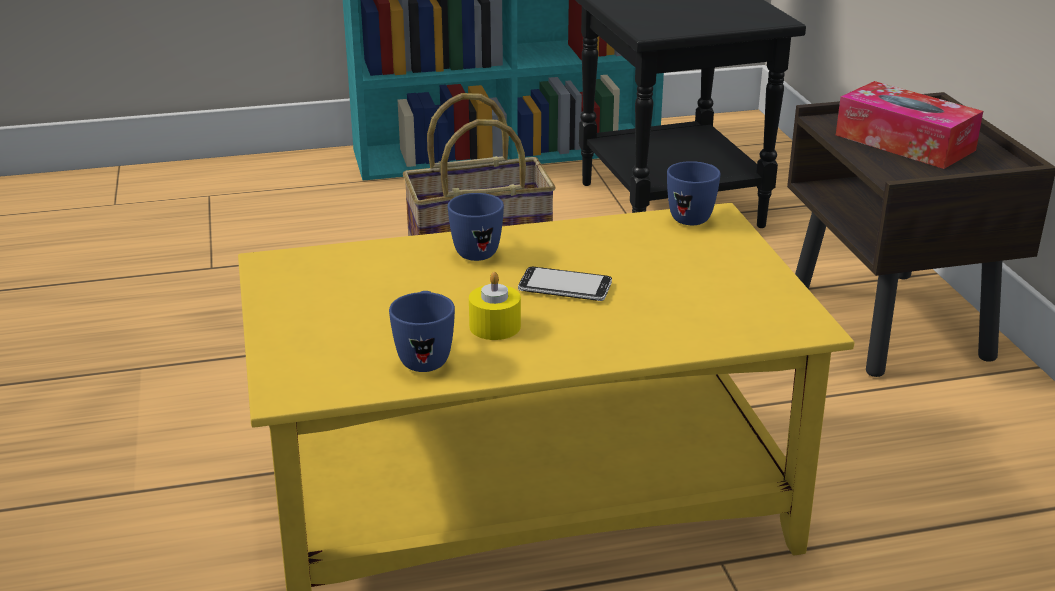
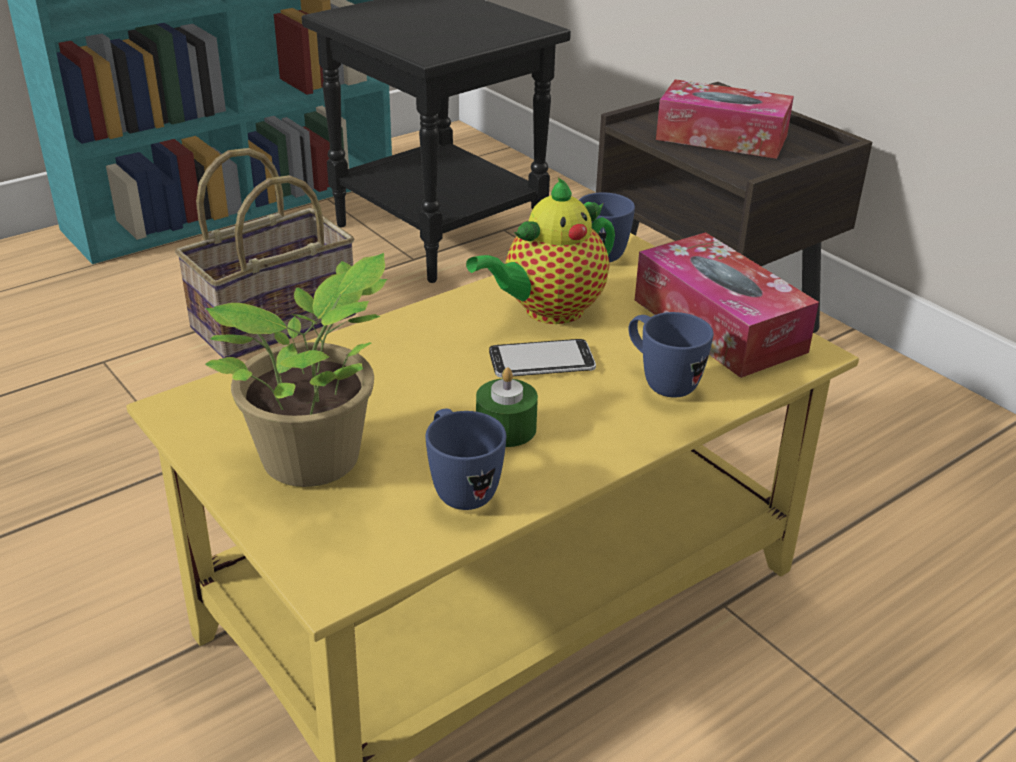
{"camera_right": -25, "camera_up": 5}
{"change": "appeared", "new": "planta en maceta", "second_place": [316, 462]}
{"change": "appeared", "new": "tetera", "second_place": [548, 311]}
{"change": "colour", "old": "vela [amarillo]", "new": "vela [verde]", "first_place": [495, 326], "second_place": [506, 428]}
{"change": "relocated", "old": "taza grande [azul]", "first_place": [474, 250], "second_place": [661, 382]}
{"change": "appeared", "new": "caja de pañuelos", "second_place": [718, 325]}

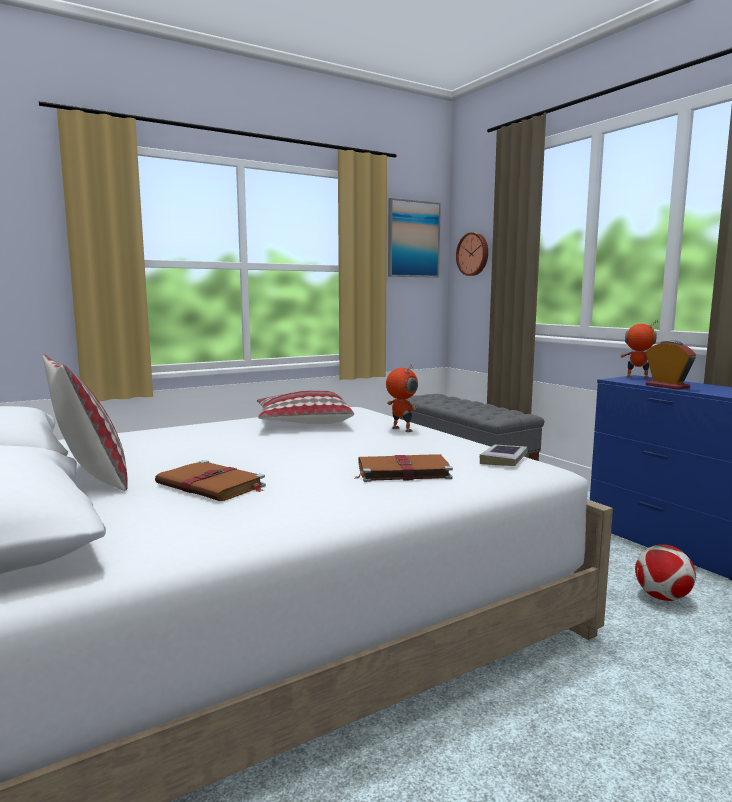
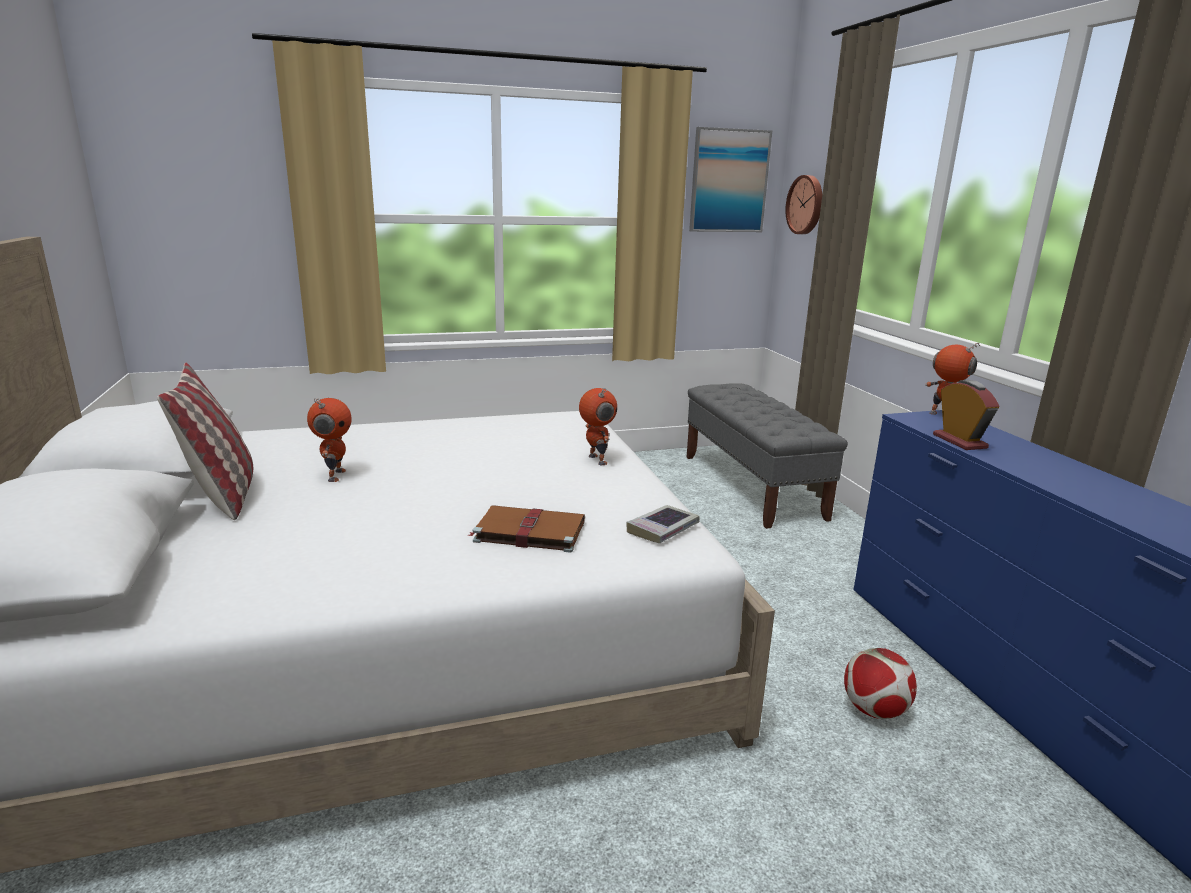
{"camera_right": 15, "camera_up": 10}
{"change": "appeared", "new": "robot de juguete", "second_place": [335, 475]}
{"change": "missing", "old": "libro [marrón]", "first_place": [212, 485]}
{"change": "missing", "old": "cojín", "first_place": [302, 422]}

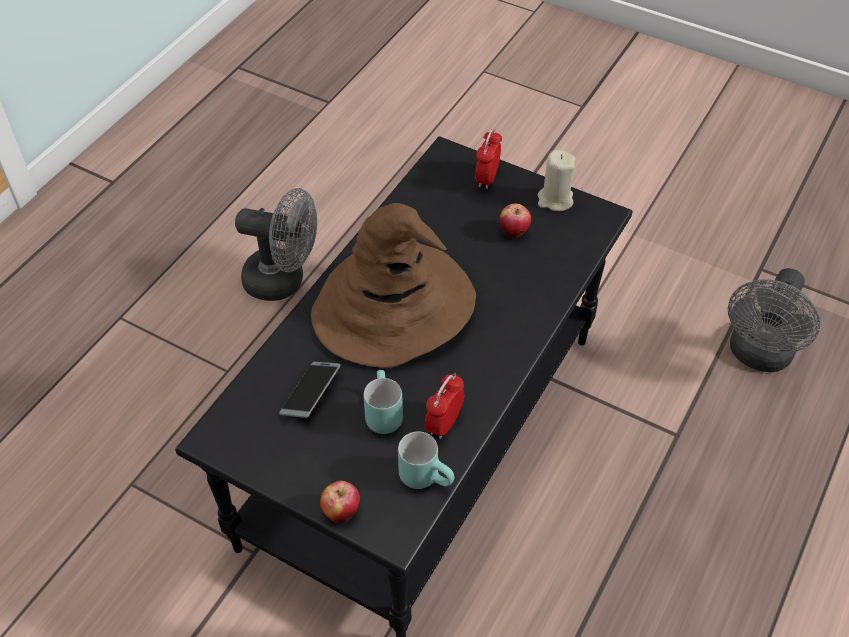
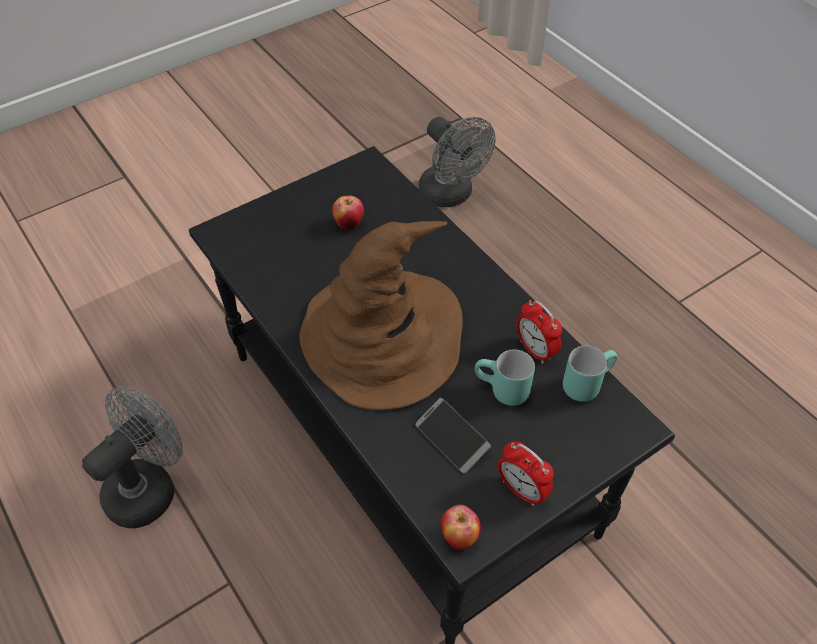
{"camera_right": -65, "camera_up": 0}
{"change": "relocated", "old": "manzana", "first_place": [341, 511], "second_place": [459, 537]}
{"change": "relocated", "old": "despertador", "first_place": [487, 178], "second_place": [521, 490]}
{"change": "missing", "old": "vela [beis]", "first_place": [555, 200]}

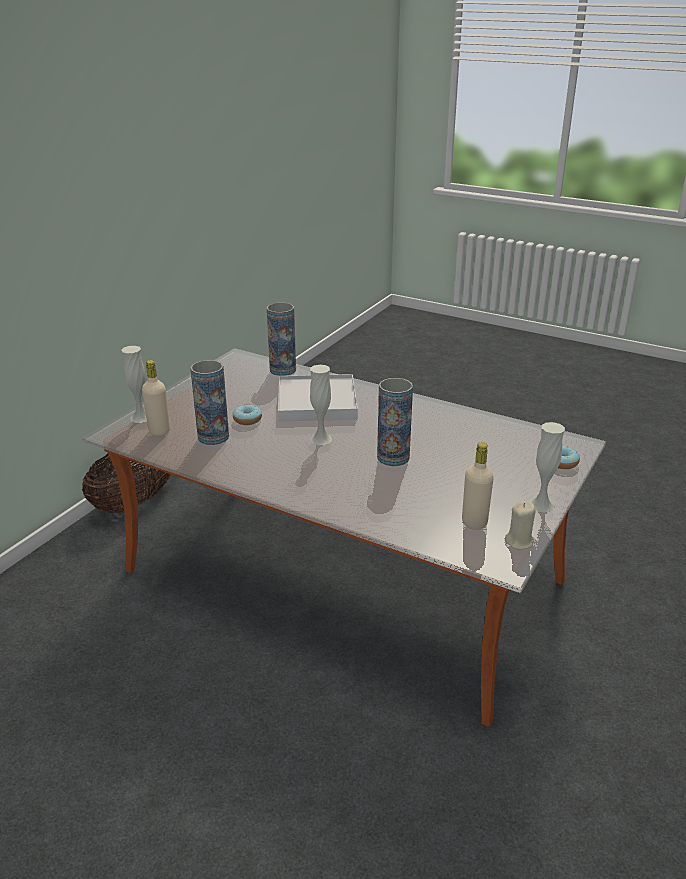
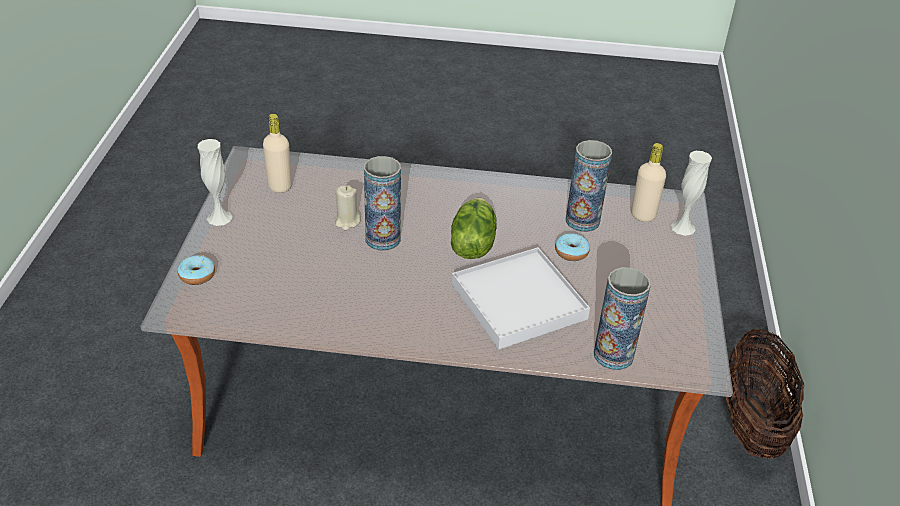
{"camera_right": 155, "camera_up": 10}
{"change": "relocated", "old": "vela [beis]", "first_place": [519, 541], "second_place": [347, 222]}
{"change": "exchanged", "old": "florero [blanco]", "new": "lechuga", "first_place": [321, 439], "second_place": [471, 245]}

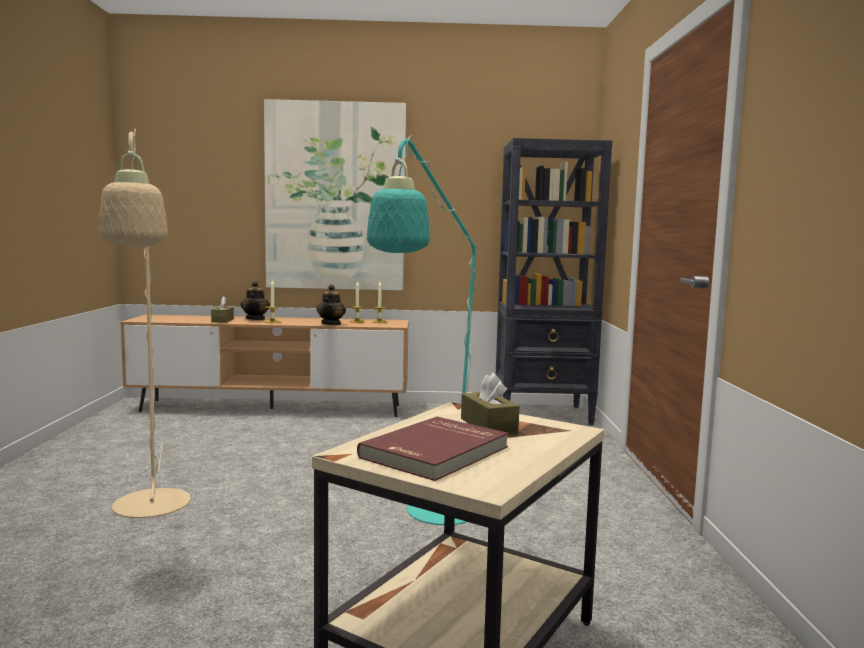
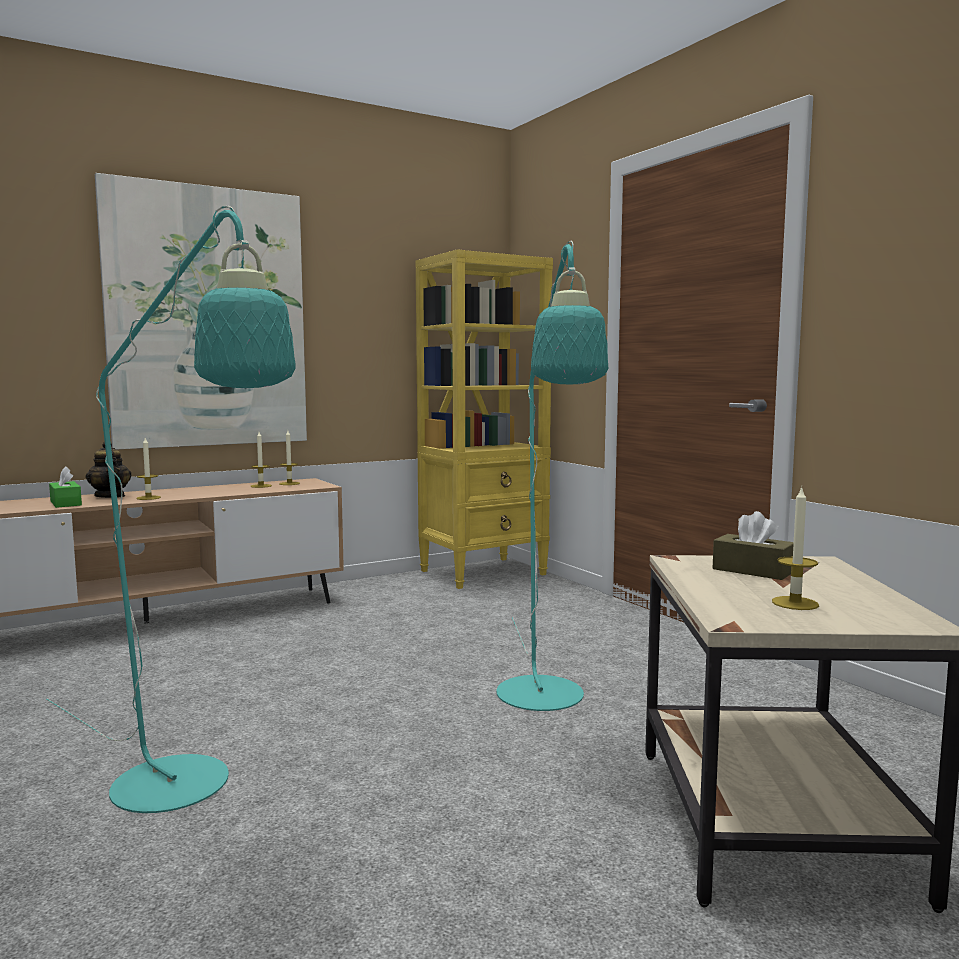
{"camera_right": -30, "camera_up": 0}
{"change": "colour", "old": "lámpara de pie [beis]", "new": "lámpara de pie [turquesa]", "first_place": [151, 510], "second_place": [187, 792]}
{"change": "colour", "old": "caja de pañuelos [marrón]", "new": "caja de pañuelos [verde]", "first_place": [222, 320], "second_place": [65, 503]}
{"change": "colour", "old": "estantería [negro]", "new": "estantería [amarillo]", "first_place": [543, 414], "second_place": [484, 572]}
{"change": "exchanged", "old": "libro [rojo]", "new": "vela", "first_place": [437, 453], "second_place": [795, 603]}
{"change": "missing", "old": "tetera", "first_place": [331, 324]}

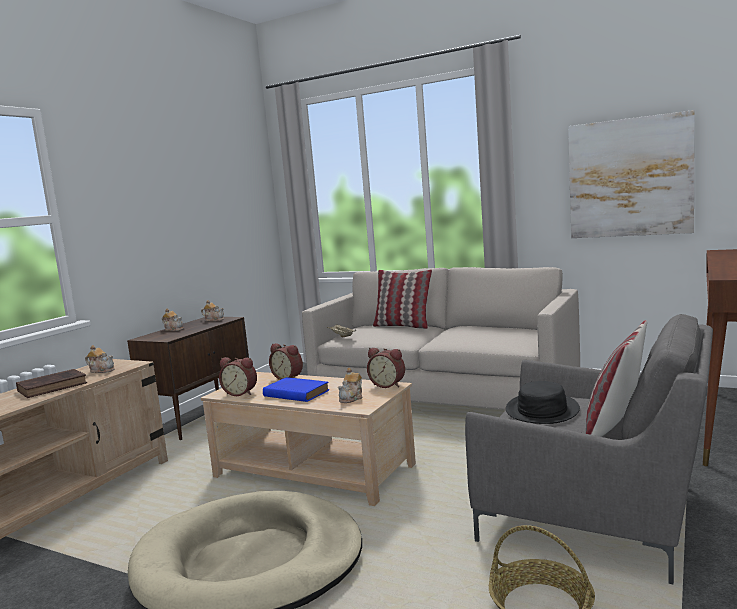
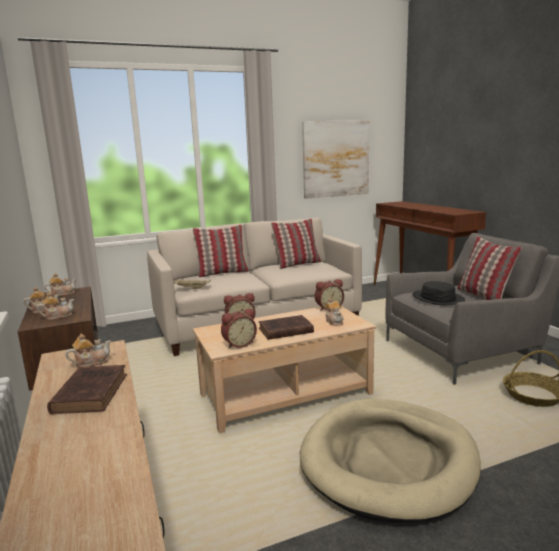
{"camera_right": -50, "camera_up": 5}
{"change": "appeared", "new": "tetera", "second_place": [58, 316]}
{"change": "colour", "old": "libro [azul]", "new": "libro [marrón]", "first_place": [295, 393], "second_place": [284, 331]}
{"change": "appeared", "new": "cojín", "second_place": [297, 264]}

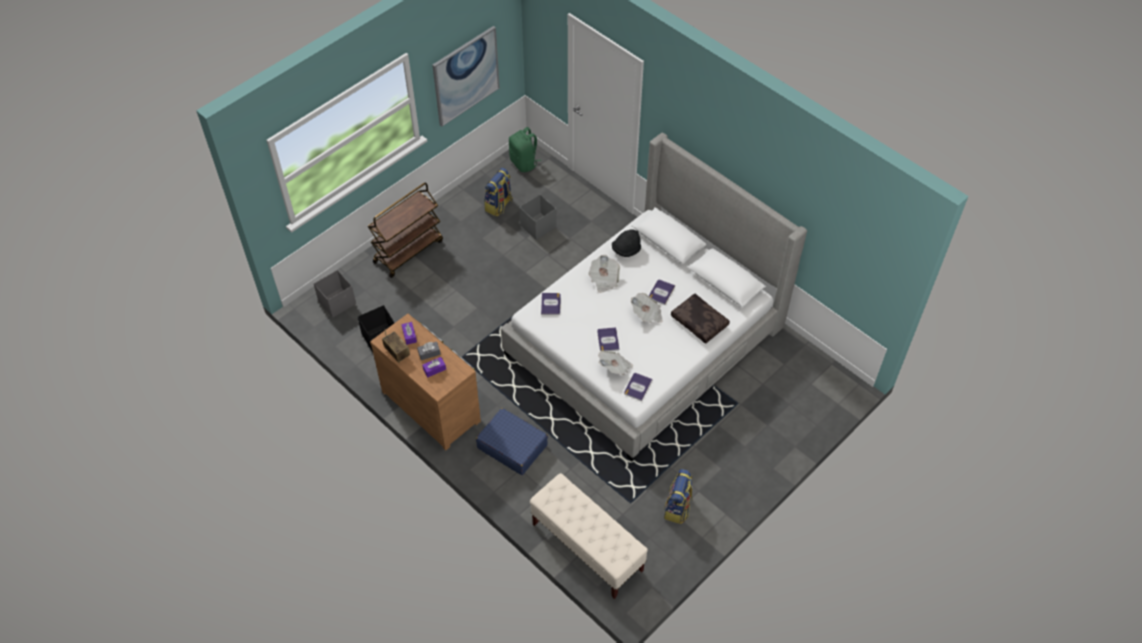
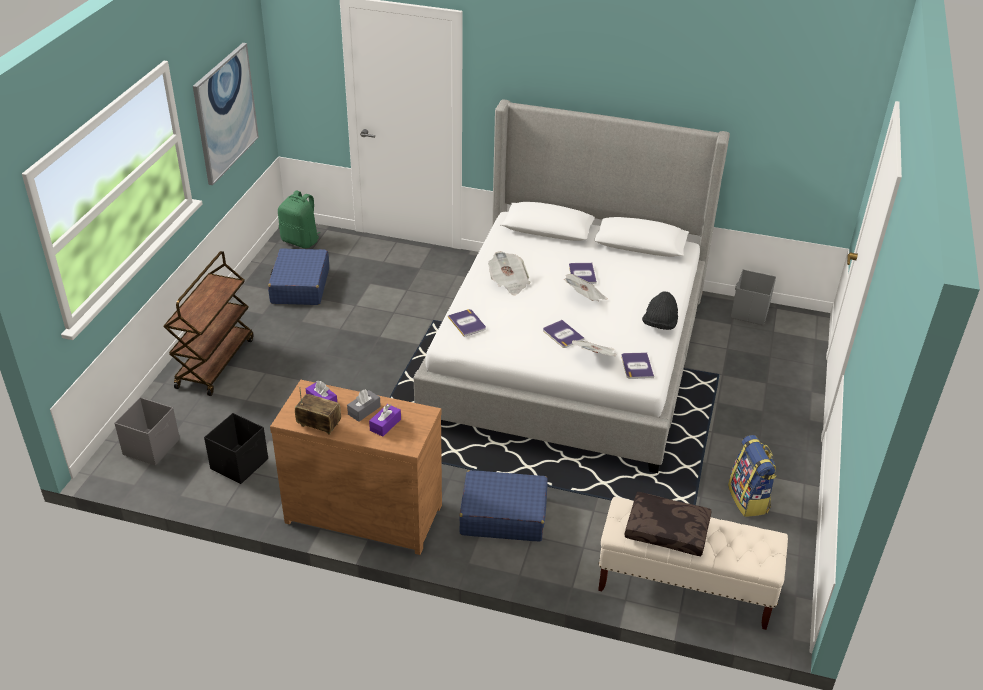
{"camera_right": -30, "camera_up": -15}
{"change": "exchanged", "old": "mochila", "new": "maleta [azul]", "first_place": [499, 206], "second_place": [300, 286]}
{"change": "relocated", "old": "cojín [marrón]", "first_place": [700, 322], "second_place": [668, 530]}
{"change": "relocated", "old": "sombrero [negro]", "first_place": [626, 250], "second_place": [659, 325]}
{"change": "relocated", "old": "caja de almacenaje [gris]", "first_place": [537, 226], "second_place": [749, 312]}

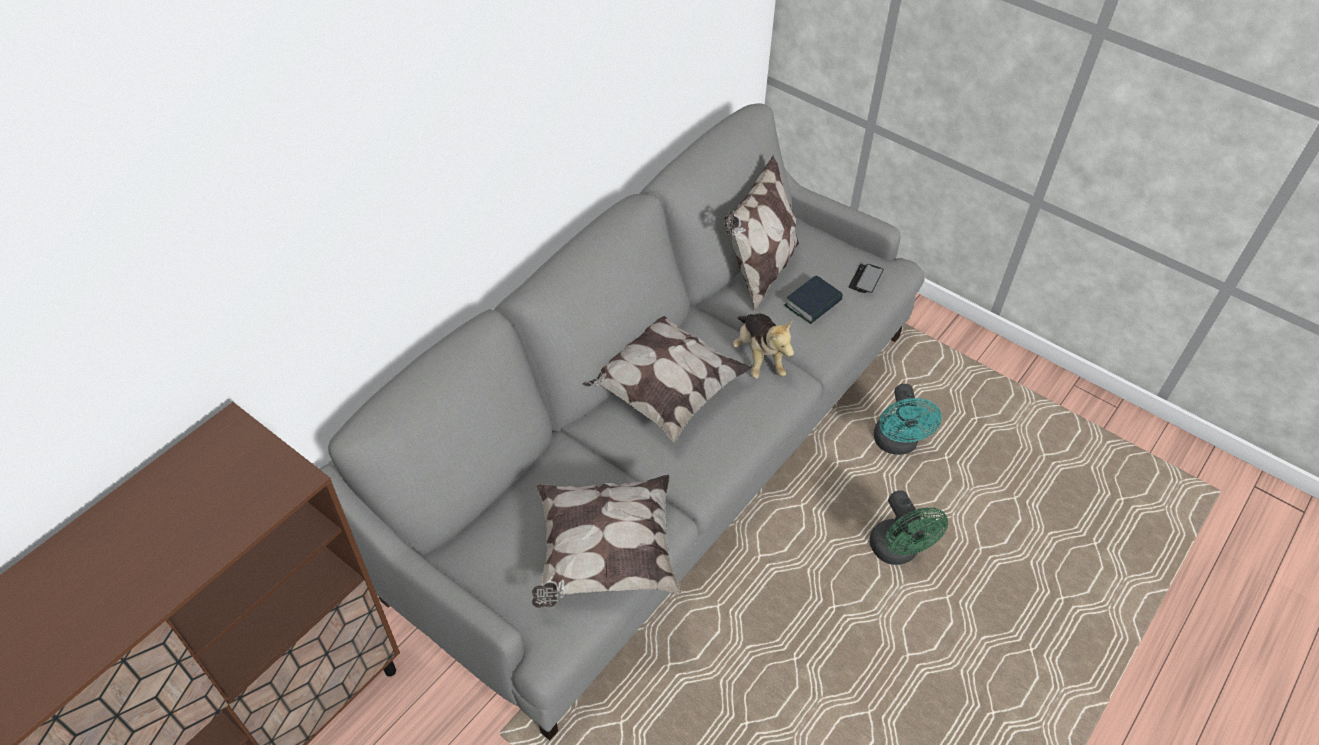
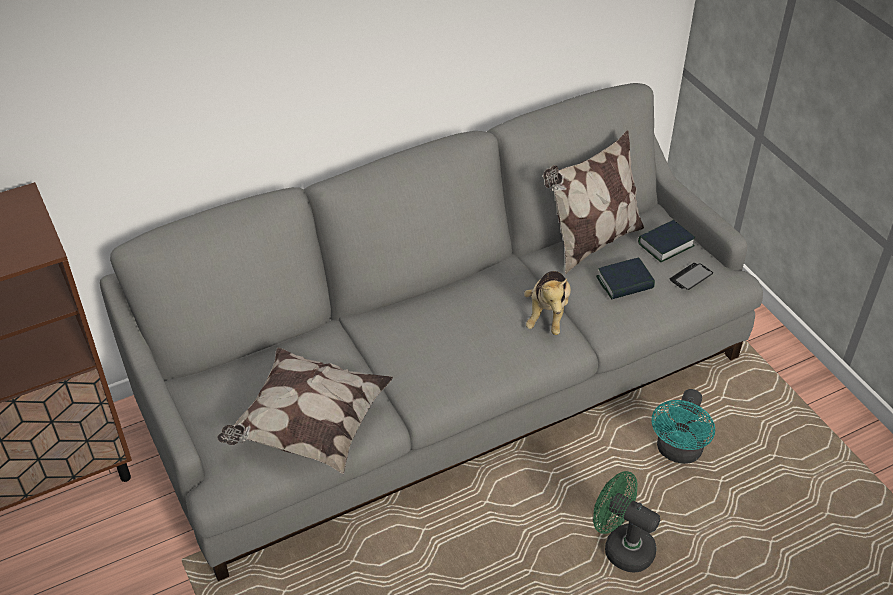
{"camera_right": 25, "camera_up": -5}
{"change": "spun", "old": "ventilador [verde]", "first_place": [897, 552], "second_place": [621, 547], "degrees": 120}
{"change": "appeared", "new": "libro", "second_place": [665, 245]}
{"change": "missing", "old": "cojín", "first_place": [662, 391]}

